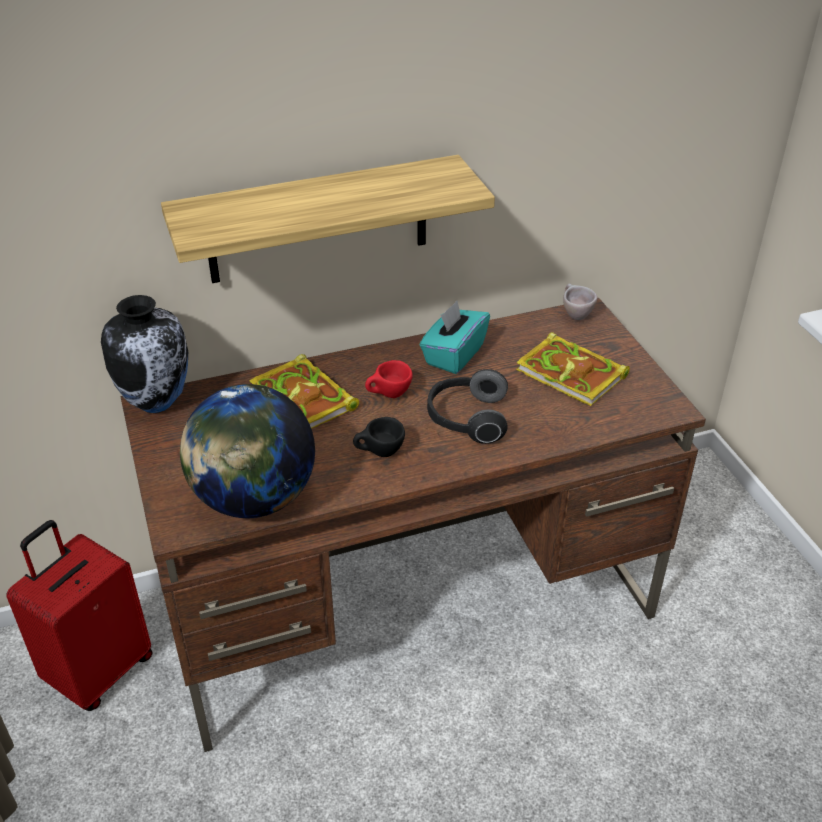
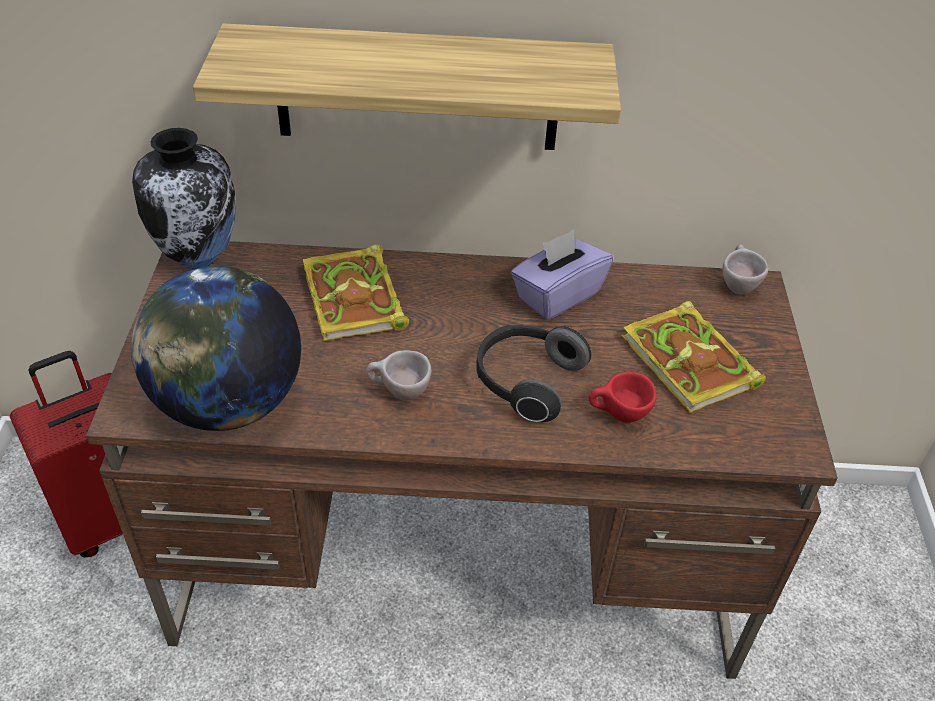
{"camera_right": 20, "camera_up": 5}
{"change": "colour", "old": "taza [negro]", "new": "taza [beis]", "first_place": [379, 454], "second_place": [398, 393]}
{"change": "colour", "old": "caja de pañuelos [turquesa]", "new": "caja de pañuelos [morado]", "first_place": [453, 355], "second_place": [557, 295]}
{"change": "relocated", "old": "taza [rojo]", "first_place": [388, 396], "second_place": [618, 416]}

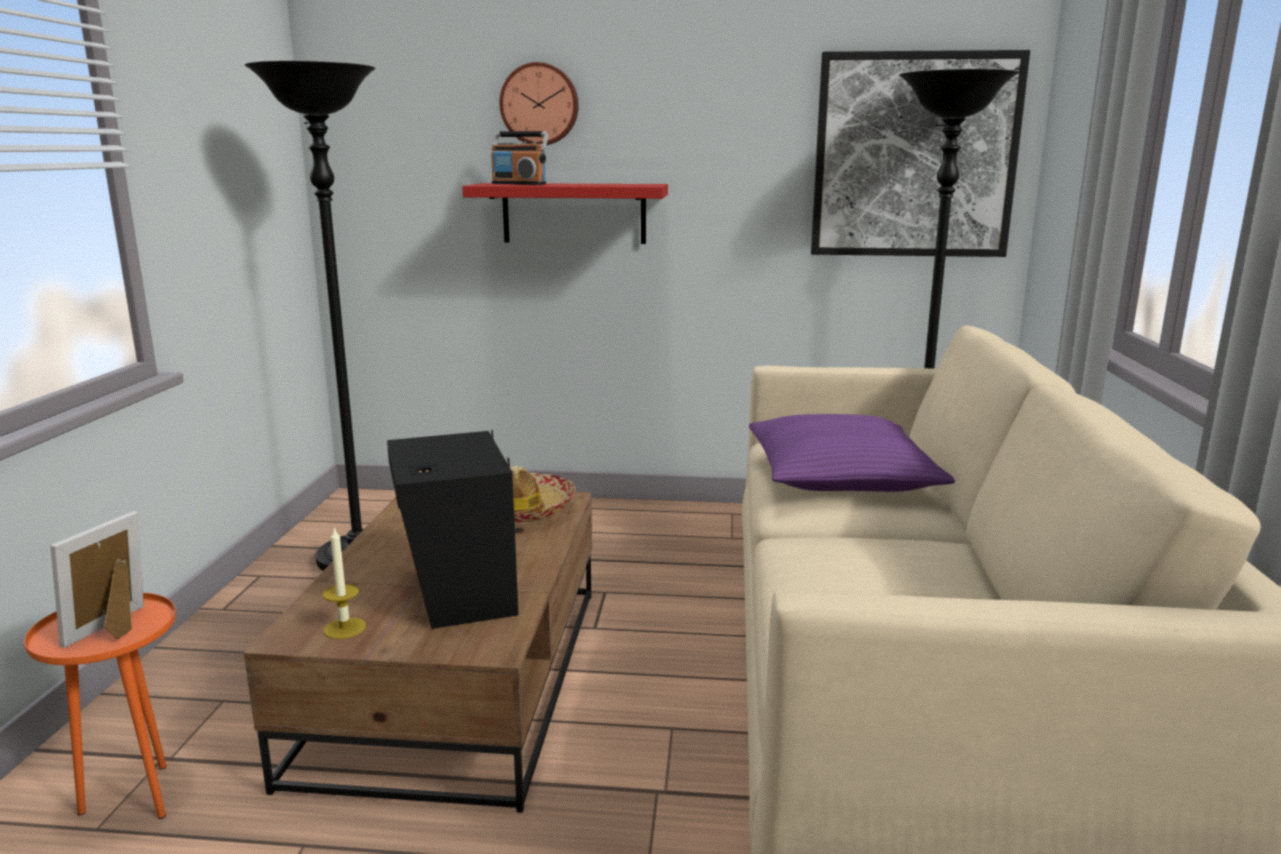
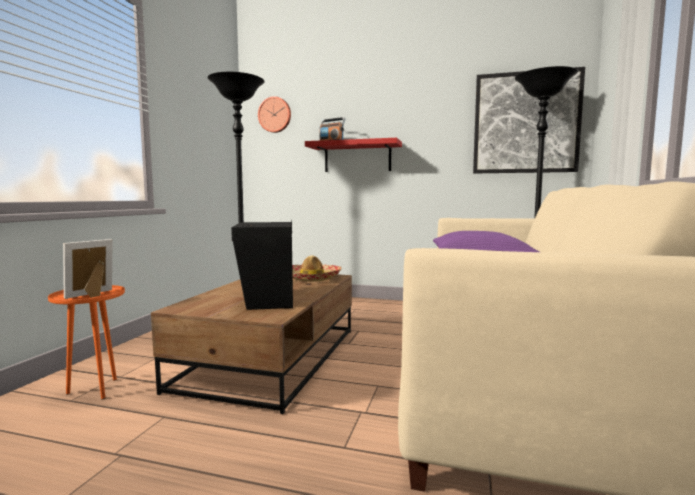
{"camera_right": 10, "camera_up": -10}
{"change": "relocated", "old": "reloj de pared", "first_place": [540, 104], "second_place": [275, 115]}
{"change": "missing", "old": "vela", "first_place": [344, 628]}

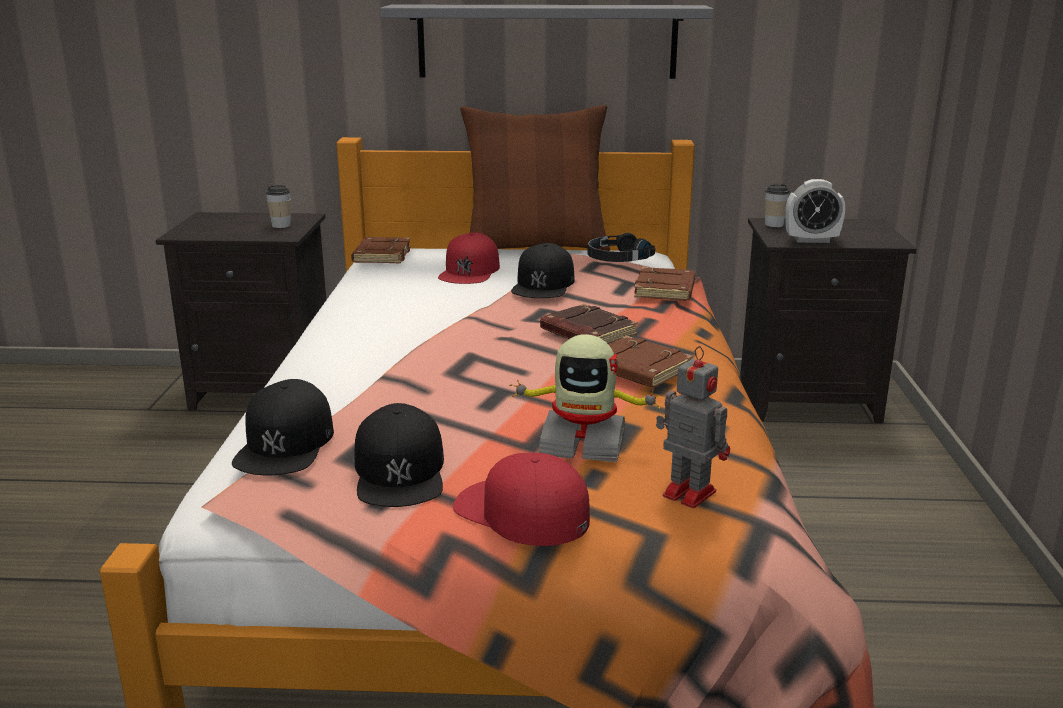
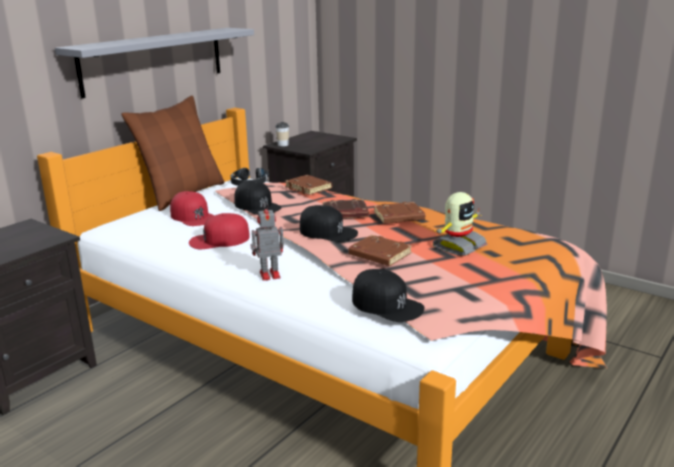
{"camera_right": -55, "camera_up": 0}
{"change": "relocated", "old": "gorra [rojo]", "first_place": [521, 512], "second_place": [219, 240]}
{"change": "relocated", "old": "robot de juguete", "first_place": [686, 492], "second_place": [268, 275]}
{"change": "relocated", "old": "gorra [negro]", "first_place": [400, 471], "second_place": [328, 232]}
{"change": "relocated", "old": "libro [marrón]", "first_place": [381, 256], "second_place": [379, 255]}
{"change": "missing", "old": "taza", "first_place": [281, 225]}
{"change": "missing", "old": "despertador", "first_place": [811, 240]}

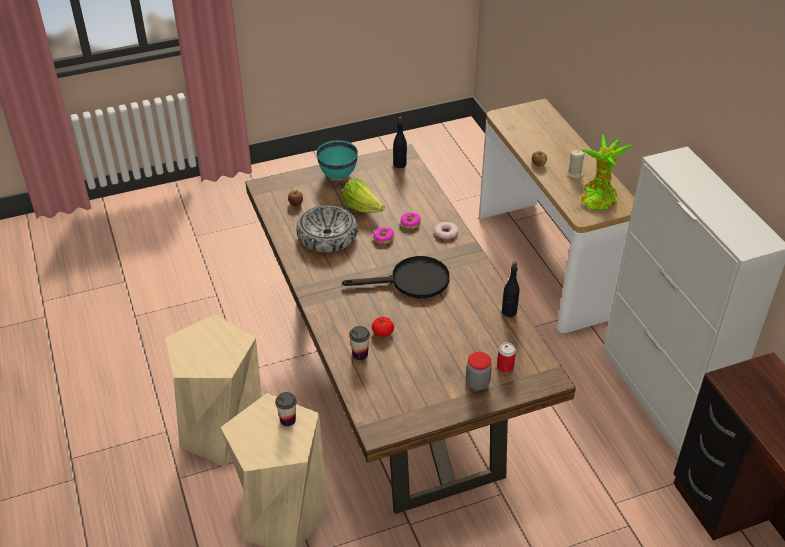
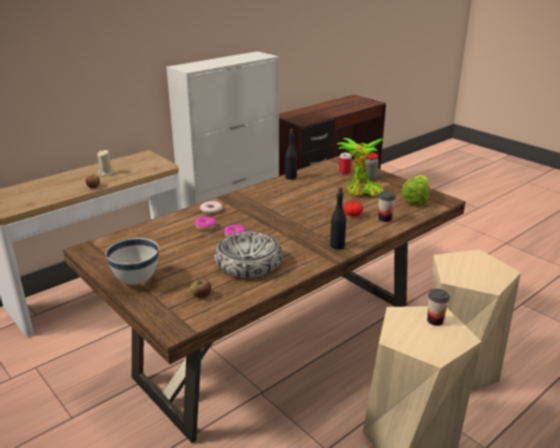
{"camera_right": -110, "camera_up": -15}
{"change": "colour", "old": "cuenco [turquesa]", "new": "cuenco [blanco]", "first_place": [338, 175], "second_place": [136, 280]}
{"change": "relocated", "old": "botella [negro]", "first_place": [400, 164], "second_place": [337, 246]}
{"change": "relocated", "old": "planta en maceta", "first_place": [598, 197], "second_place": [361, 192]}
{"change": "relocated", "old": "lechuga", "first_place": [362, 208], "second_place": [415, 200]}
{"change": "relocated", "old": "taza", "first_place": [288, 420], "second_place": [435, 320]}
{"change": "missing", "old": "sartén [negro]", "first_place": [411, 281]}

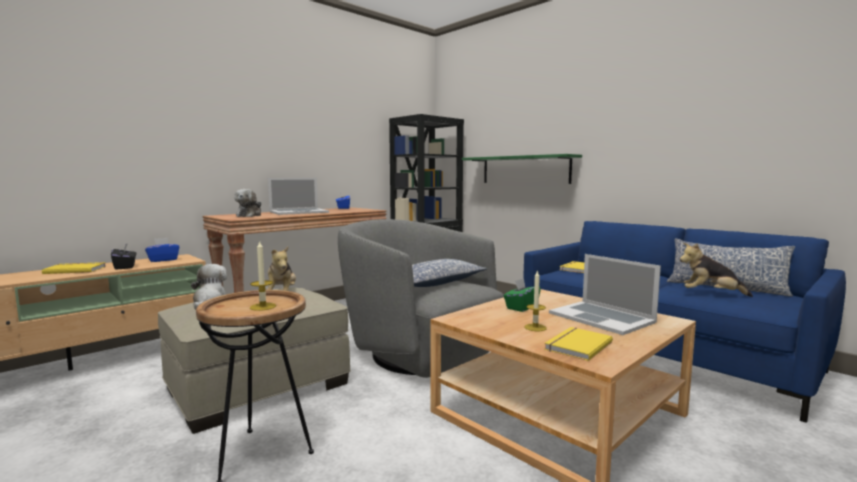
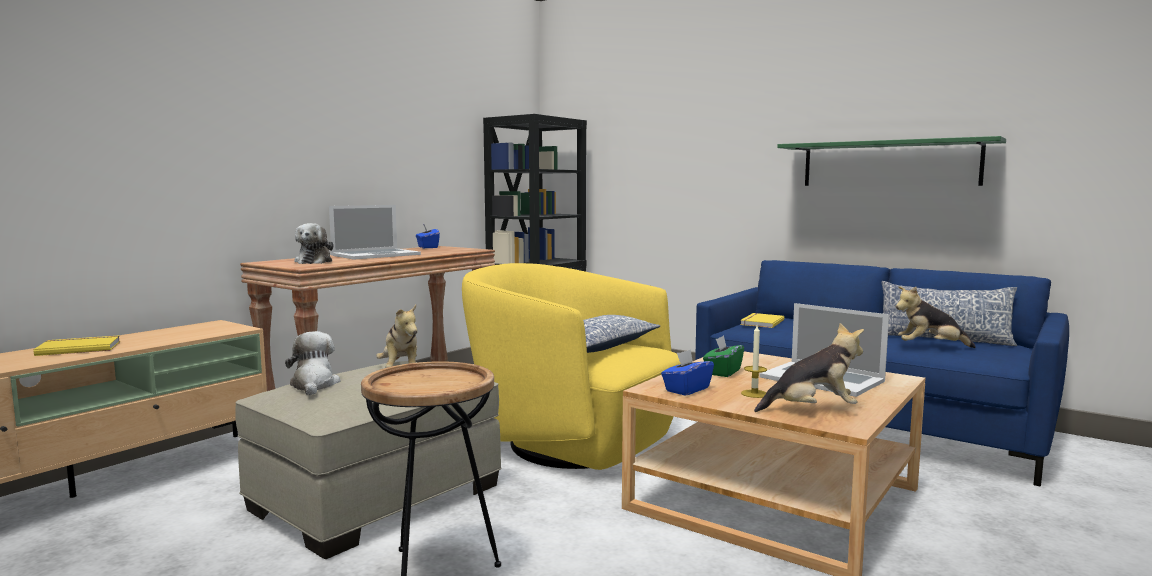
{"camera_right": -10, "camera_up": 0}
{"change": "colour", "old": "sillón [gris]", "new": "sillón [amarillo]", "first_place": [419, 354], "second_place": [572, 443]}
{"change": "relocated", "old": "caja de pañuelos [azul]", "first_place": [163, 260], "second_place": [686, 389]}
{"change": "exchanged", "old": "libro [amarillo]", "new": "peluche", "first_place": [576, 345], "second_place": [812, 410]}
{"change": "relocated", "old": "estante [verde]", "first_place": [524, 170], "second_place": [889, 164]}
{"change": "missing", "old": "caja de pañuelos [negro]", "first_place": [125, 267]}
{"change": "missing", "old": "vela", "first_place": [263, 306]}

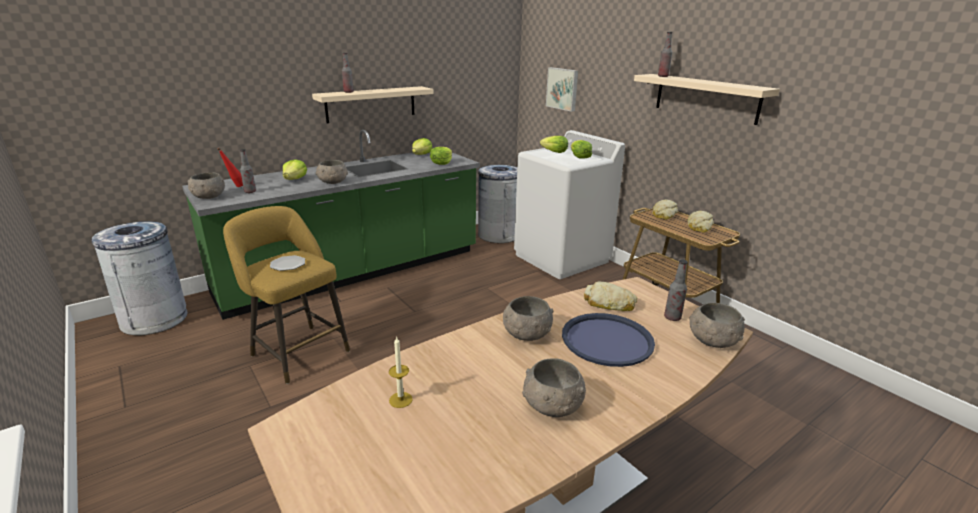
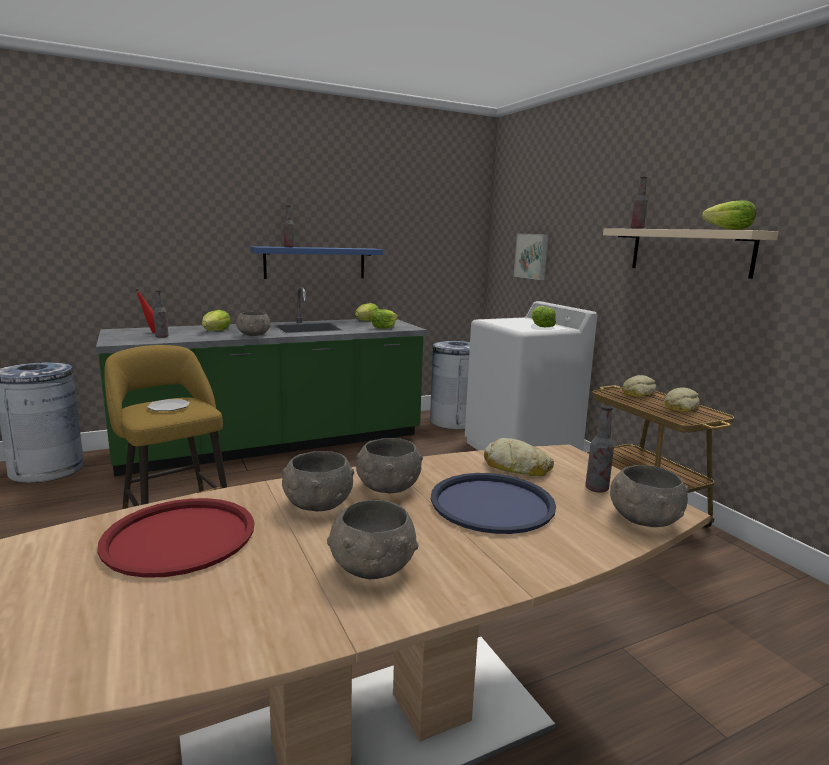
{"camera_right": 10, "camera_up": -10}
{"change": "exchanged", "old": "vela", "new": "bandeja [rojo]", "first_place": [400, 400], "second_place": [179, 537]}
{"change": "colour", "old": "estante [beis]", "new": "estante [azul]", "first_place": [371, 104], "second_place": [315, 263]}
{"change": "relocated", "old": "cuenco [gris]", "first_place": [208, 197], "second_place": [317, 504]}
{"change": "relocated", "old": "lechuga", "first_place": [554, 152], "second_place": [729, 229]}

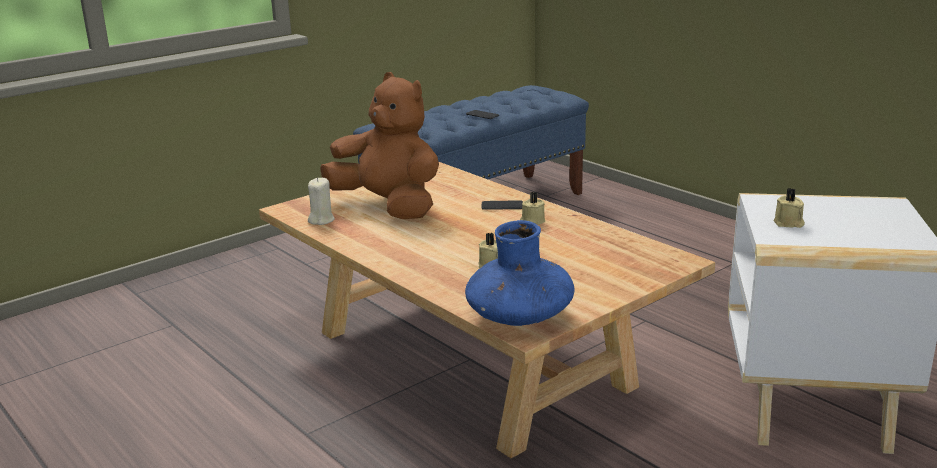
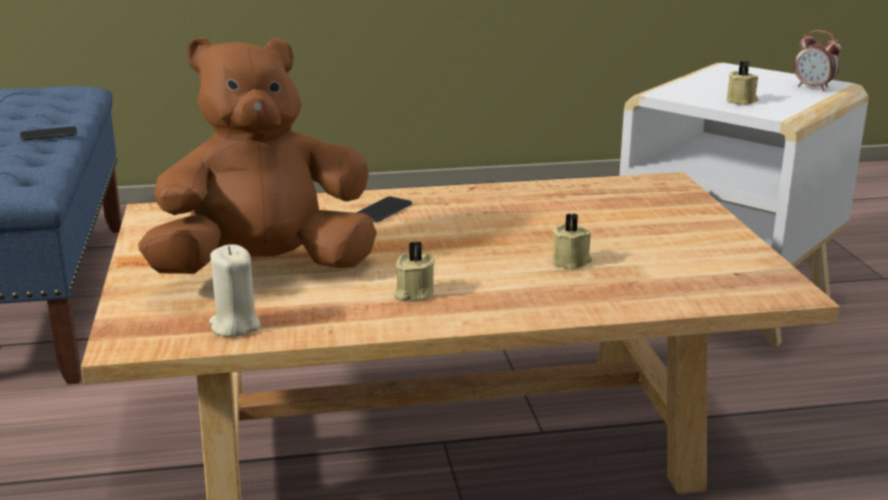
{"camera_right": -60, "camera_up": 0}
{"change": "relocated", "old": "vela [beis]", "first_place": [532, 221], "second_place": [413, 293]}
{"change": "appeared", "new": "despertador", "second_place": [813, 88]}
{"change": "missing", "old": "florero [azul]", "first_place": [519, 317]}

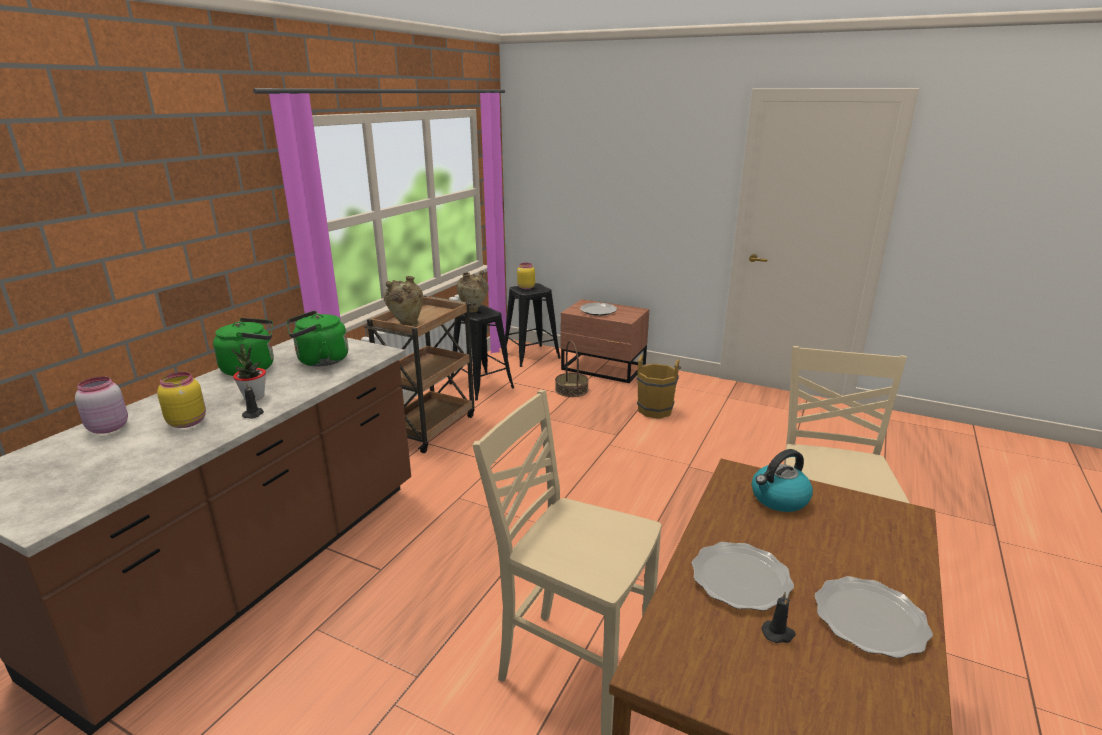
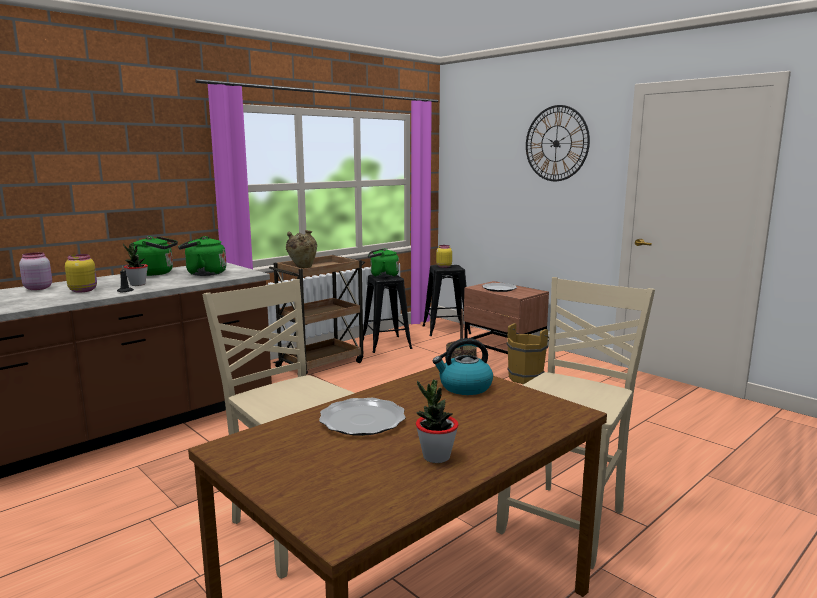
{"camera_right": 20, "camera_up": -10}
{"change": "exchanged", "old": "florero [beis]", "new": "hervidor [verde]", "first_place": [473, 310], "second_place": [382, 276]}
{"change": "exchanged", "old": "plato", "new": "planta en maceta", "first_place": [869, 619], "second_place": [436, 457]}
{"change": "appeared", "new": "reloj de pared", "second_place": [556, 143]}
{"change": "missing", "old": "vela [negro]", "first_place": [778, 633]}

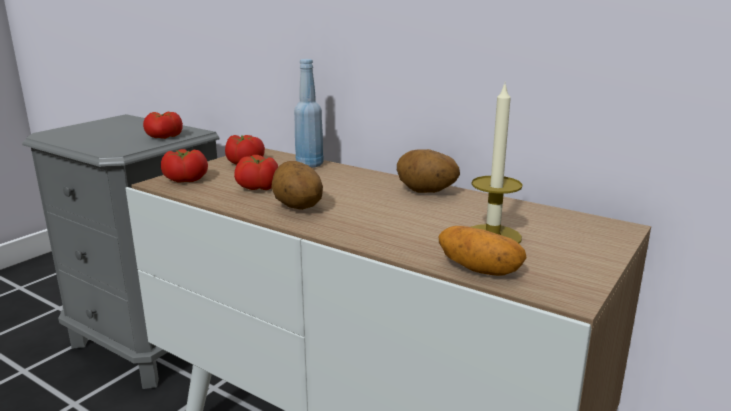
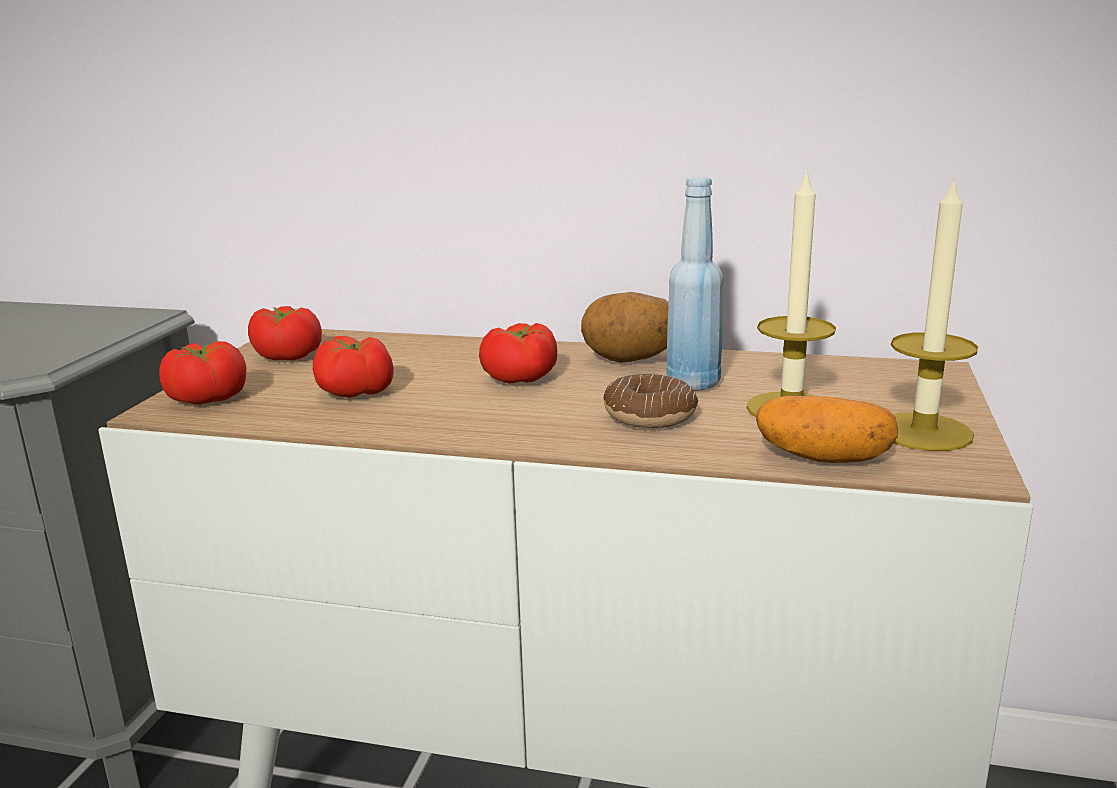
{"camera_right": -20, "camera_up": 0}
{"change": "relocated", "old": "tomate", "first_place": [164, 137], "second_place": [521, 379]}
{"change": "appeared", "new": "rosquilla", "second_place": [650, 416]}
{"change": "relocated", "old": "botella [azul]", "first_place": [309, 165], "second_place": [692, 383]}
{"change": "appeared", "new": "vela", "second_place": [923, 432]}
{"change": "missing", "old": "patata", "first_place": [297, 208]}

